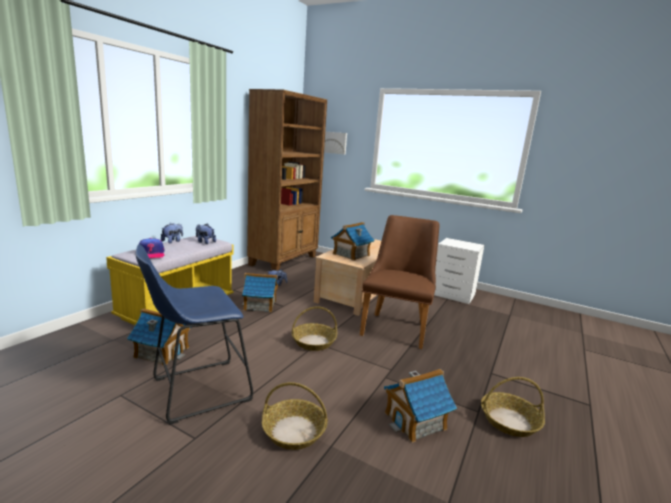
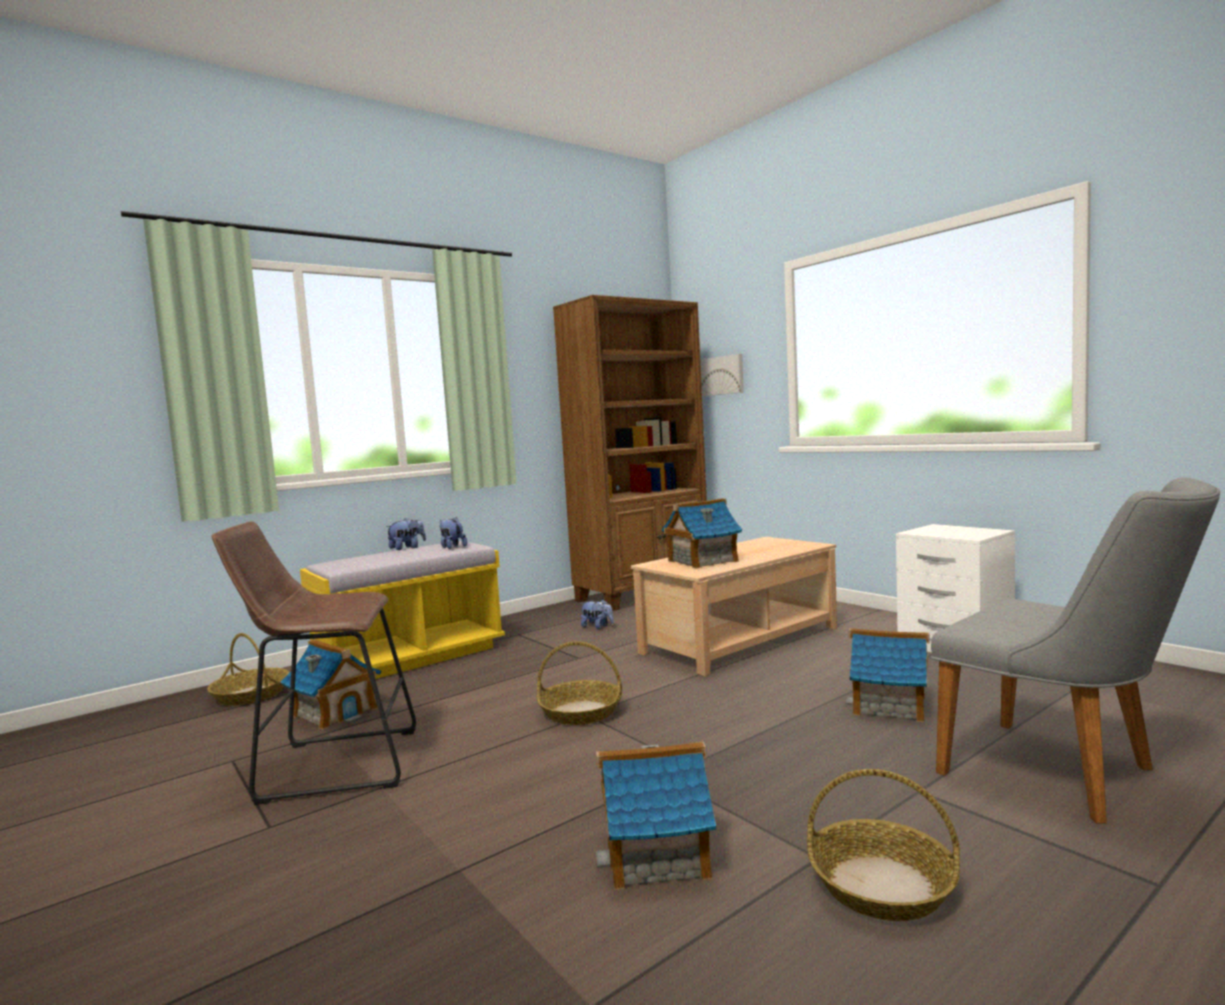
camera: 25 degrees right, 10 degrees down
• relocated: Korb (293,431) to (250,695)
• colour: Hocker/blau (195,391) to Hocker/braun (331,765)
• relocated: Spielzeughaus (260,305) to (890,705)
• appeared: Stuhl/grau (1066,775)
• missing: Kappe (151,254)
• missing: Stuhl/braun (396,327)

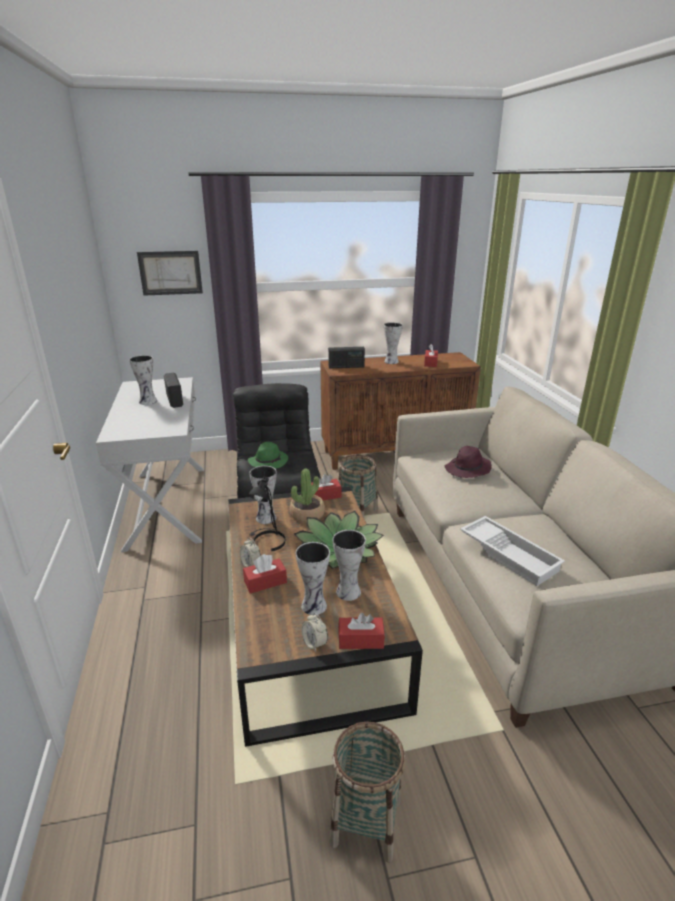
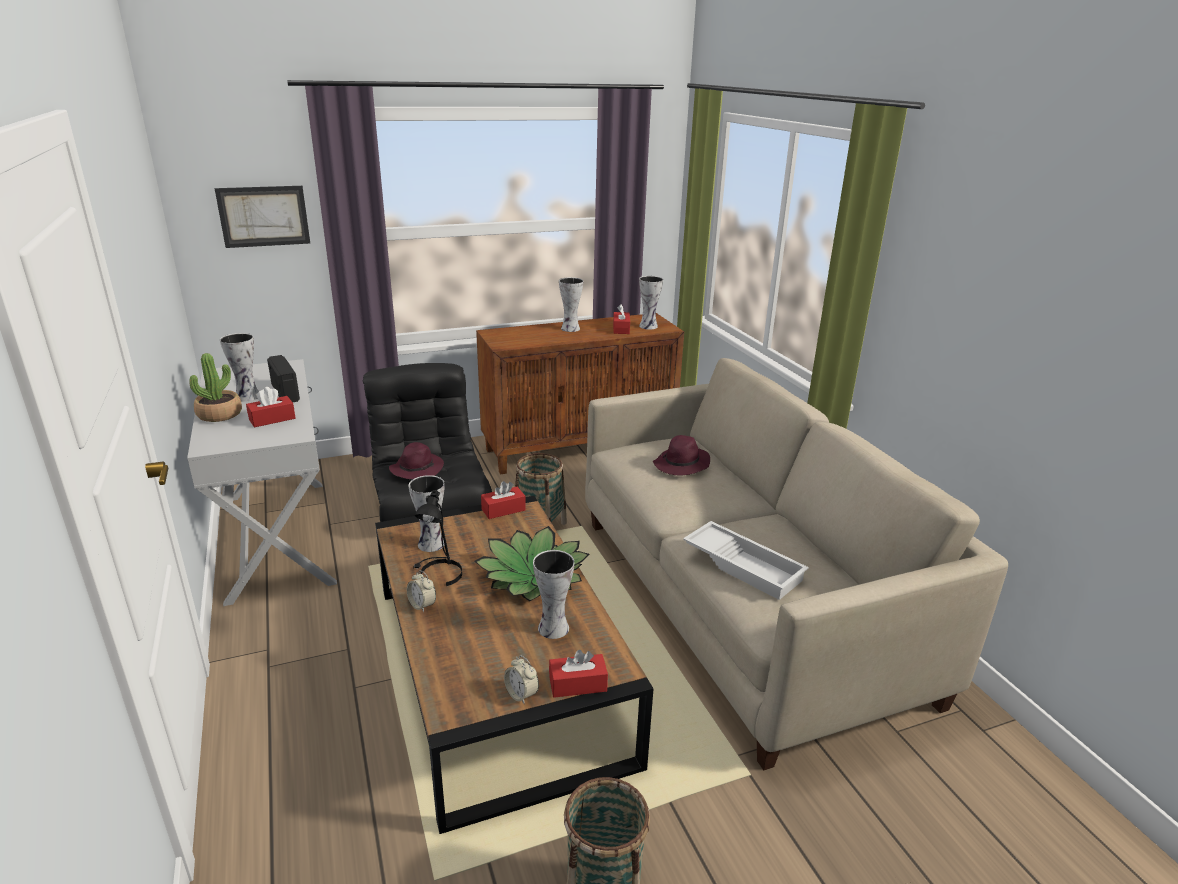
camera: 10 degrees left, 0 degrees up
• relocated: Topfpflanze (307,514) to (219,414)
• relocated: Taschentuchbox/rot (265,582) to (272,419)
• colour: Hut/grün (268,461) to Hut/lila (417,468)
• relocated: Vase (315,605) to (649,326)
• missing: Radio (346,366)

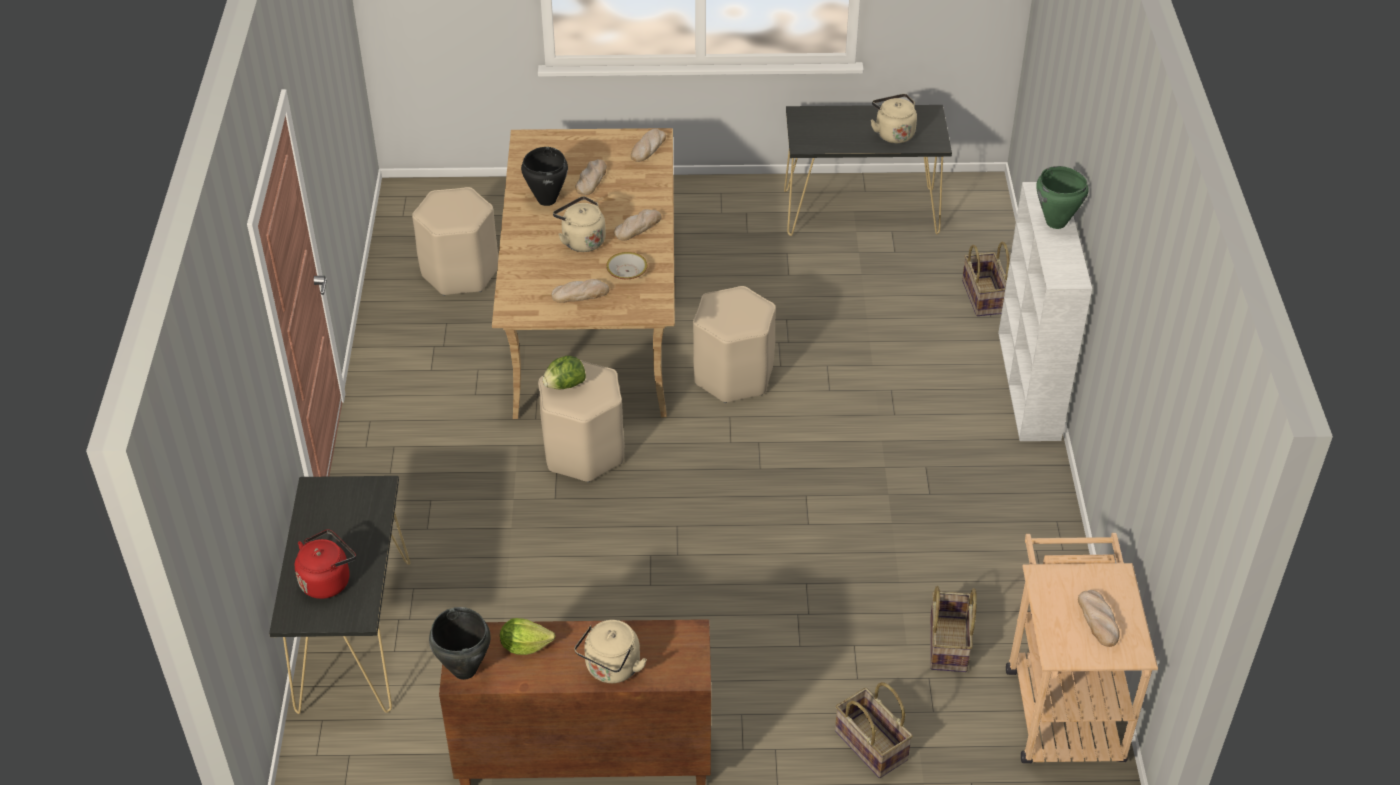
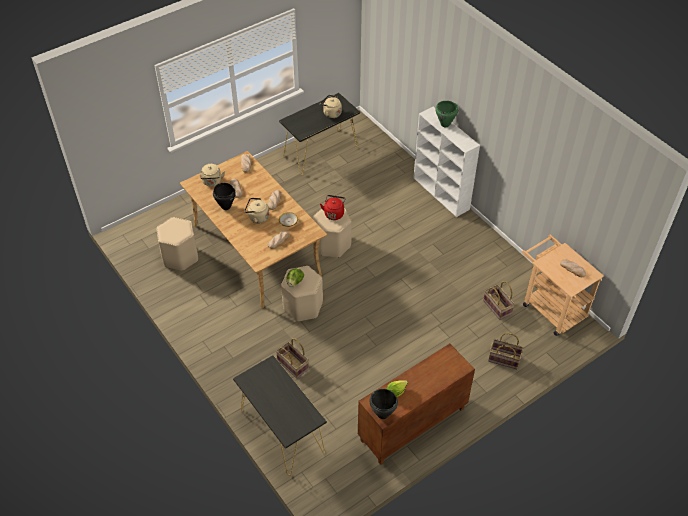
camera: 35 degrees left, 5 degrees up
• relocated: Wasserkessel/beige (611,669) to (212,182)
• relocated: Korb (984,297) to (293,365)
• relocated: Wasserkessel/rot (328,580) to (334,213)

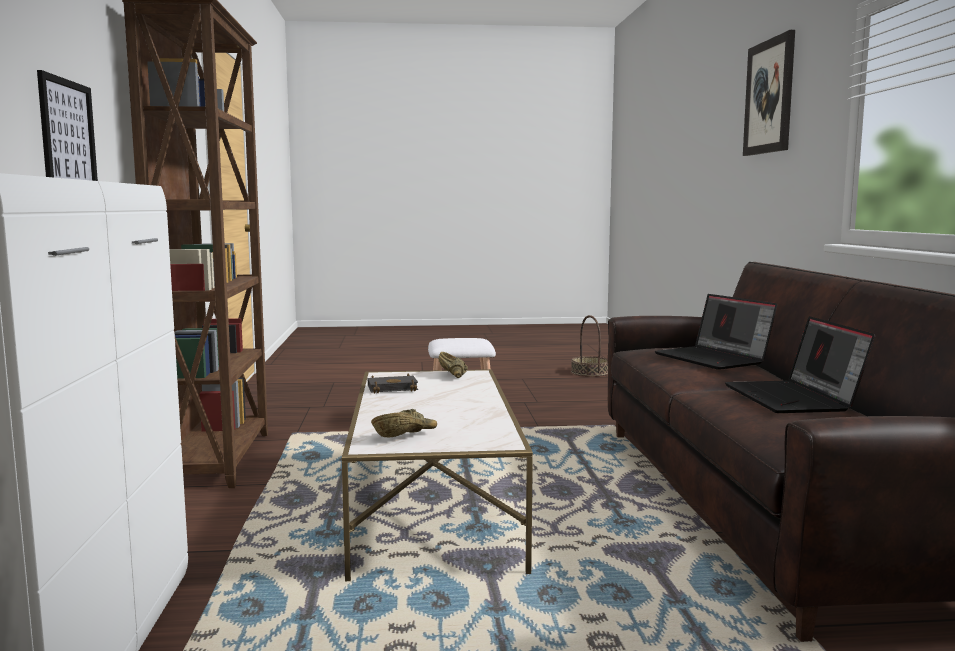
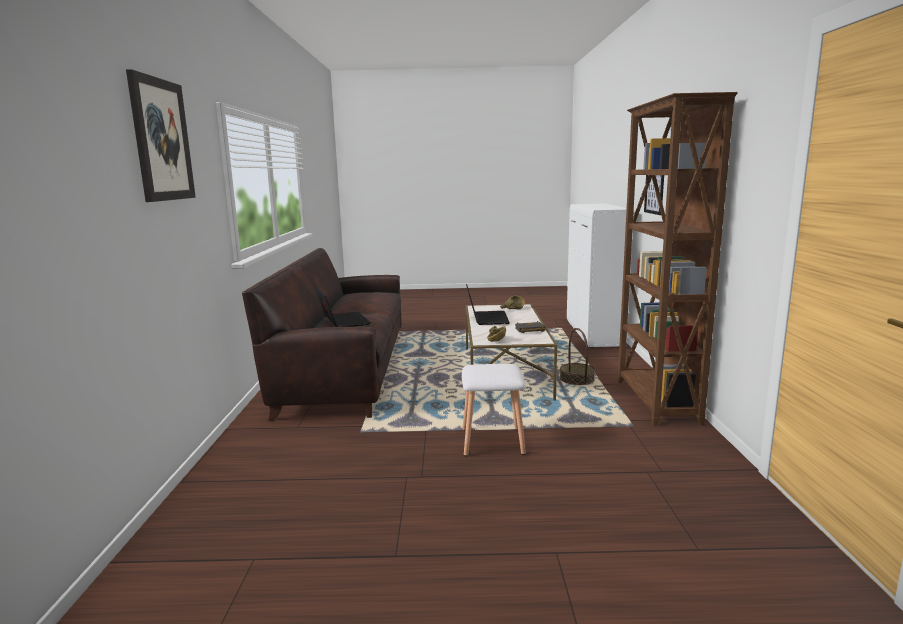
camera: 175 degrees left, 5 degrees up
• relocated: Laptop (794,399) to (486,318)
• relocated: Korb (589,372) to (577,380)

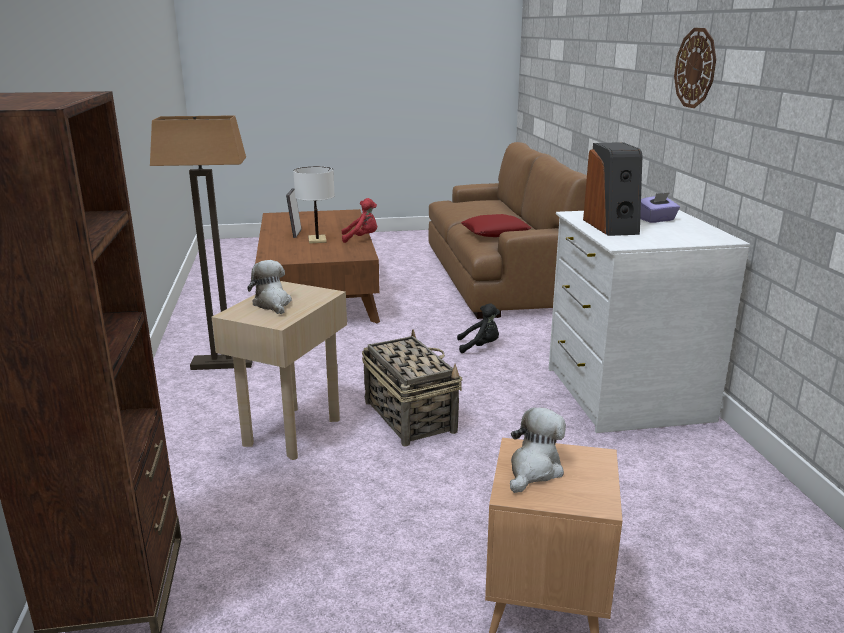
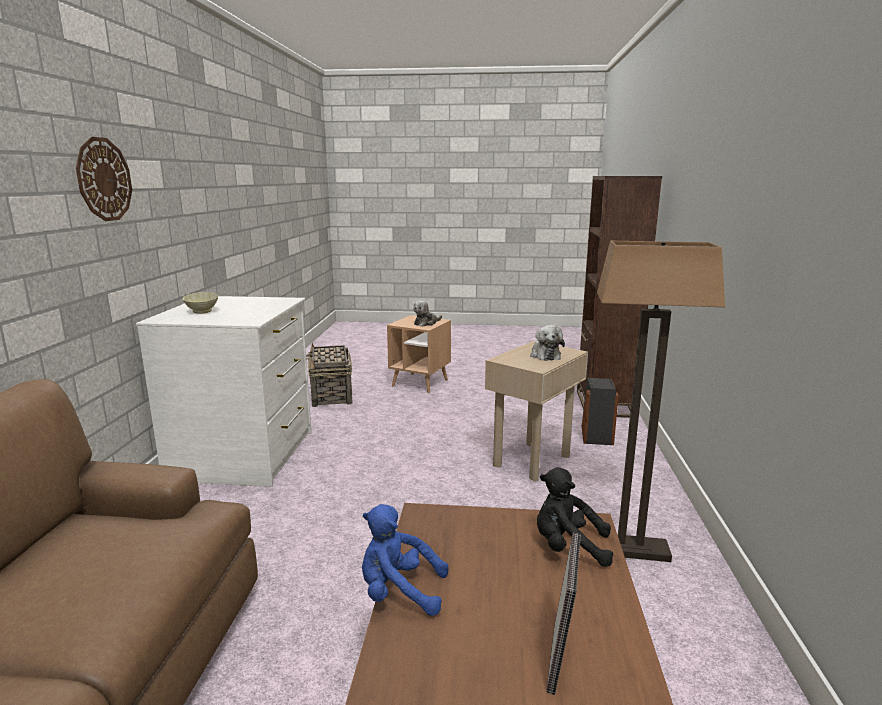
camera: 165 degrees left, 5 degrees down
• exchanged: Taschentuchbox/lila (657,220) to Schüssel/beige (201,312)
• relocated: Korb (409,416) to (331,394)
• colour: Plüschtier/rot (361,238) to Plüschtier/blau (399,592)
• relocated: Plüschtier/schwarz (480,346) to (568,547)
• relocated: Lautsprecher (611,226) to (595,434)
• missing: Tischlampe/weiß (317,240)
• missing: Kissen/rot (495,232)

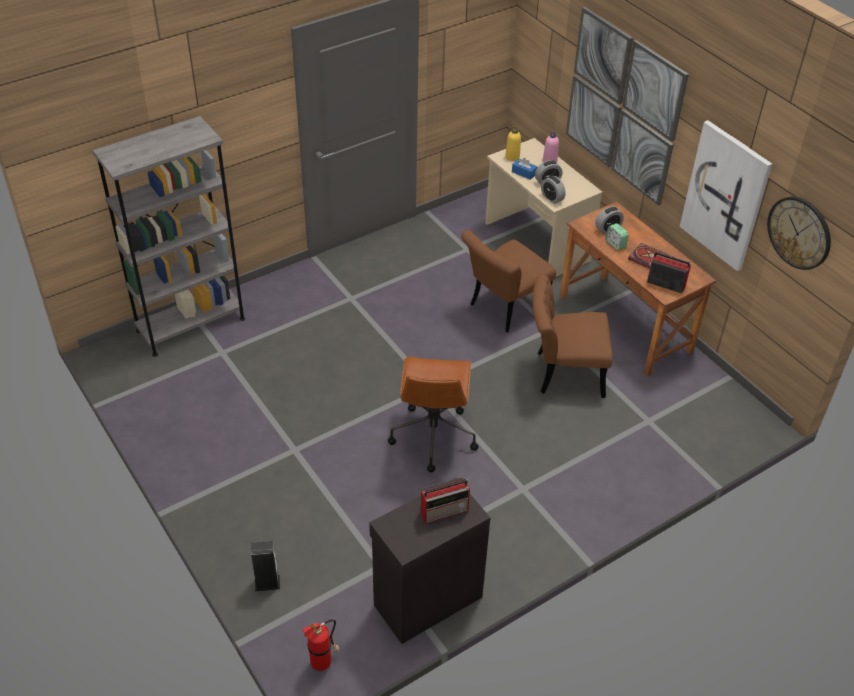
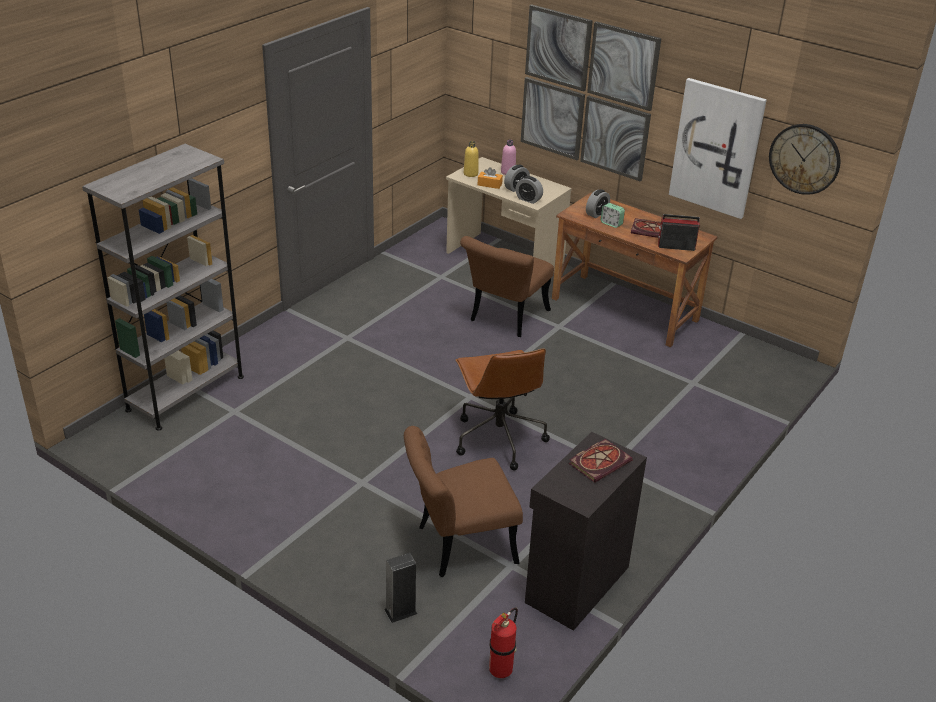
camera: 20 degrees left, 10 degrees down
• relocated: Stuhl/braun (563,373) to (457,545)
• colour: Taschentuchbox/blau (524,173) to Taschentuchbox/orange (489,184)
• exchanged: Radio (445,511) to Buch (600,461)

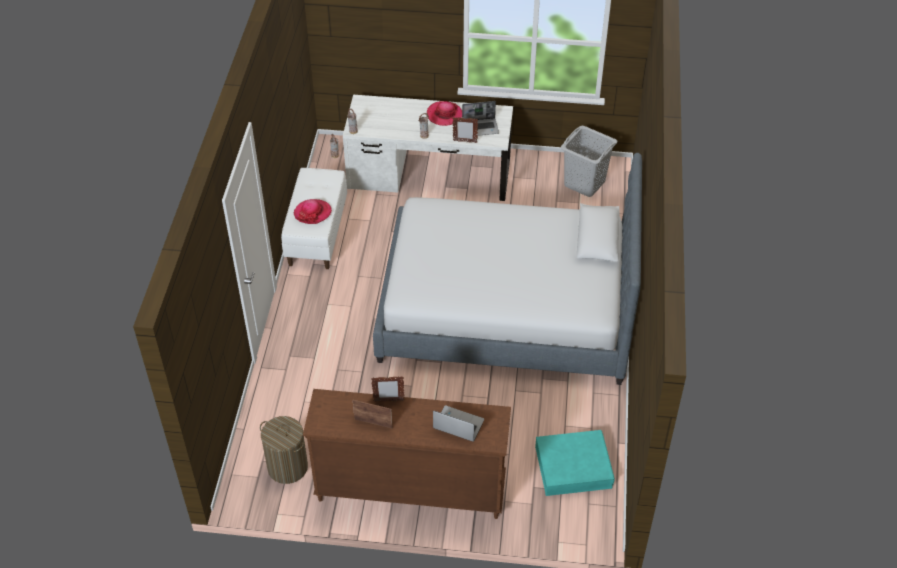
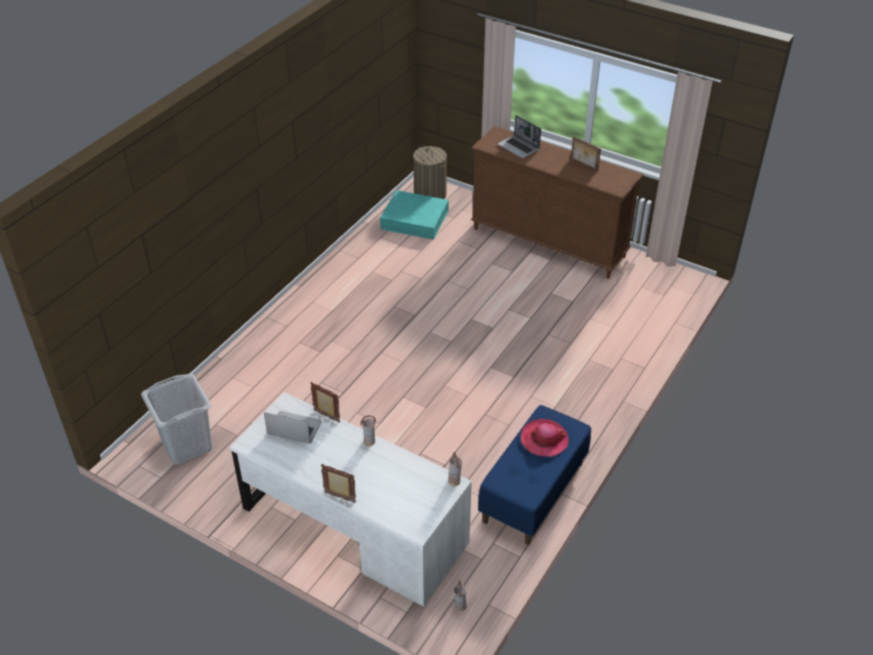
camera: 155 degrees left, 5 degrees down
• relocated: Bilderrahmen (388,400) to (340,498)
• relocated: Wäschekorb (287,467) to (430,195)
• colour: Bank/weiß (317,233) to Bank/blau (533,493)
• missing: Bett (505,308)
• missing: Hut (444,115)

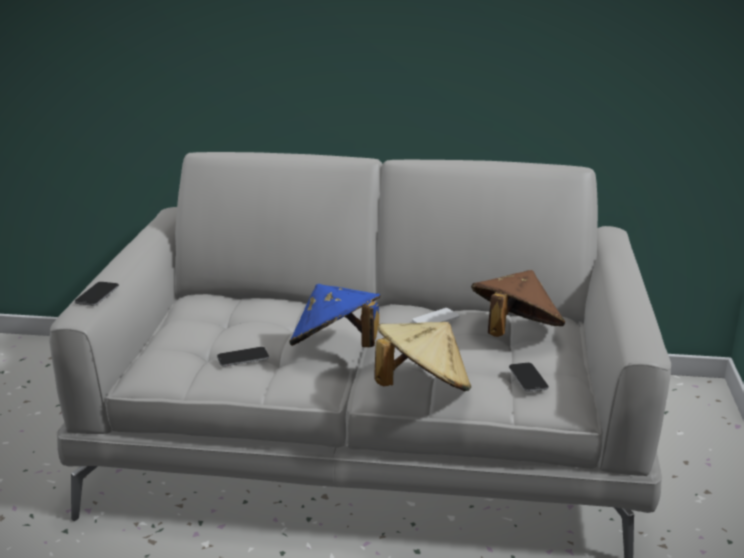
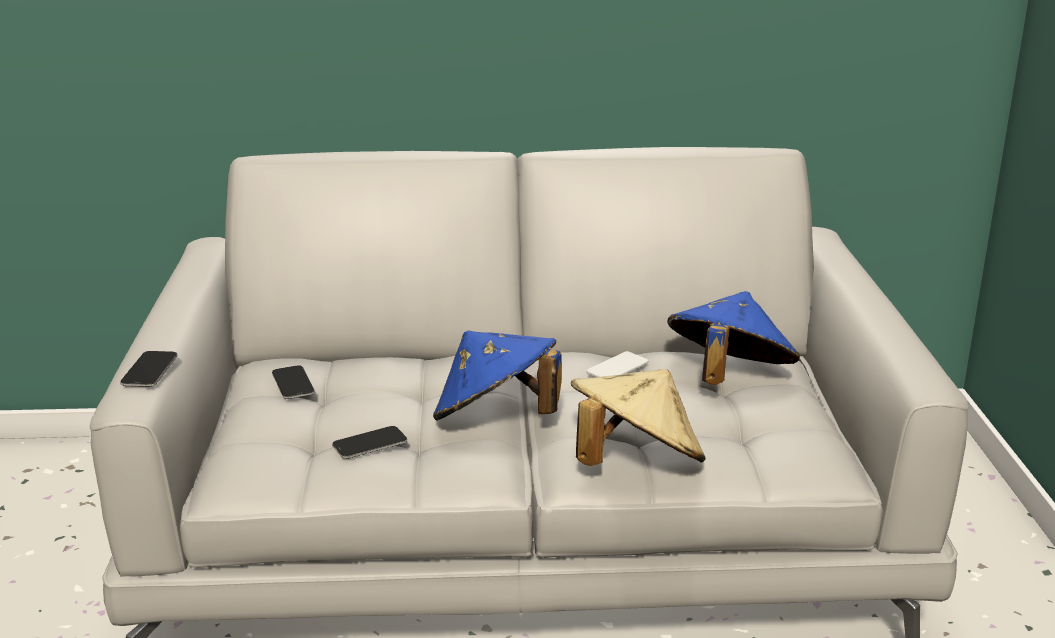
camera: 10 degrees left, 0 degrees up
• relocated: Handy (528,378) to (293,384)
• colour: Hut/braun (514,333) to Hut/blau (728,378)

